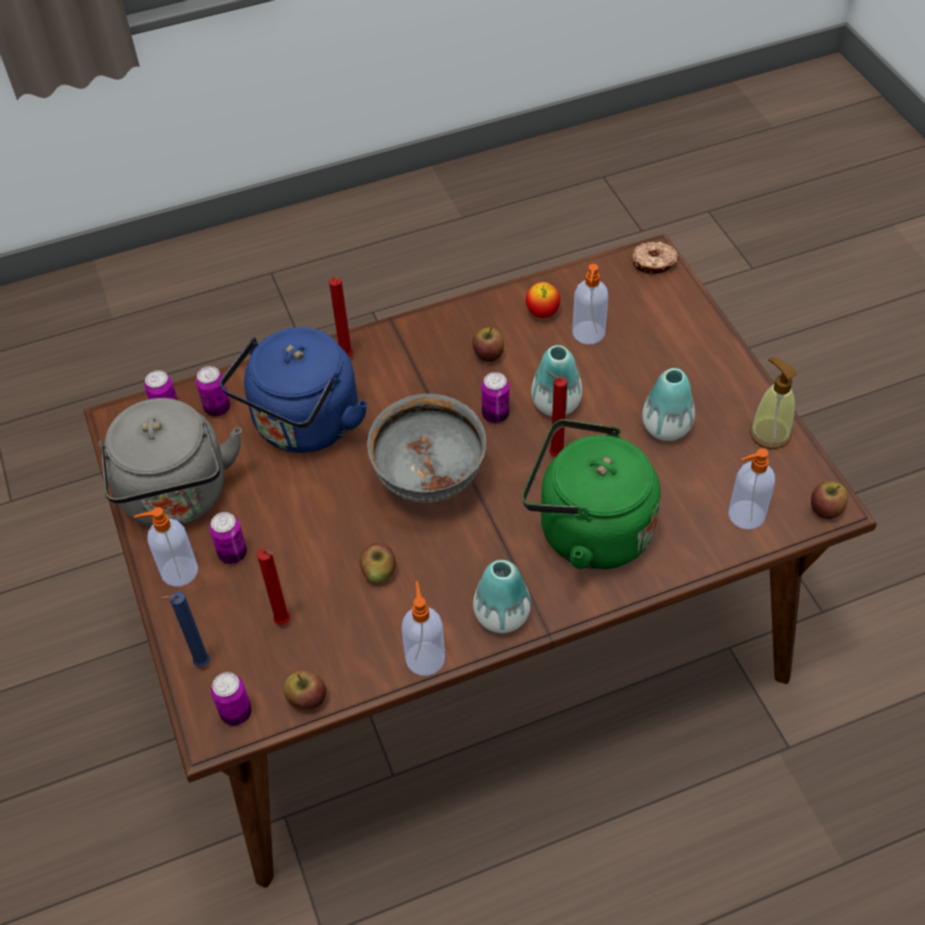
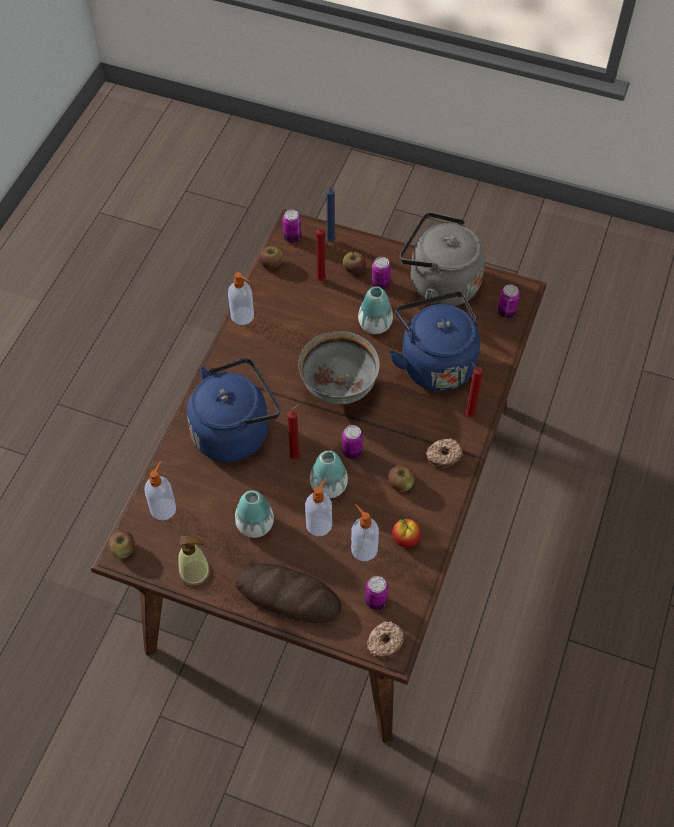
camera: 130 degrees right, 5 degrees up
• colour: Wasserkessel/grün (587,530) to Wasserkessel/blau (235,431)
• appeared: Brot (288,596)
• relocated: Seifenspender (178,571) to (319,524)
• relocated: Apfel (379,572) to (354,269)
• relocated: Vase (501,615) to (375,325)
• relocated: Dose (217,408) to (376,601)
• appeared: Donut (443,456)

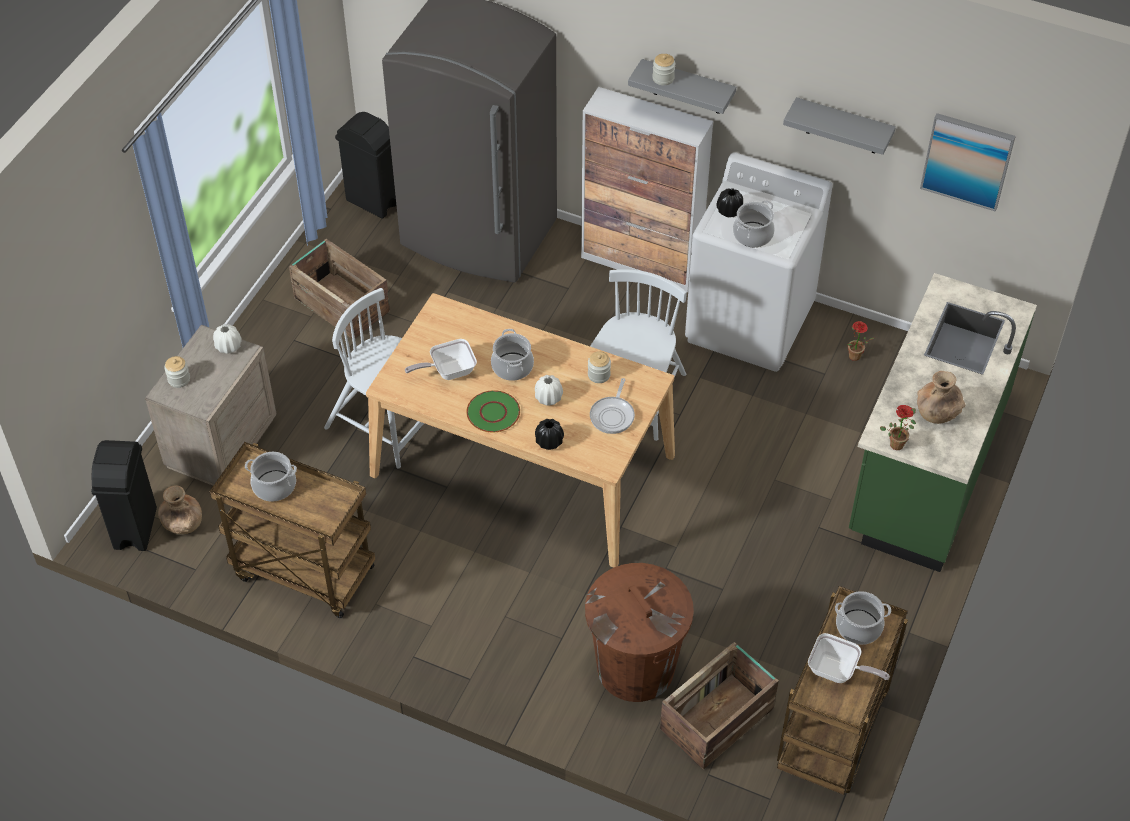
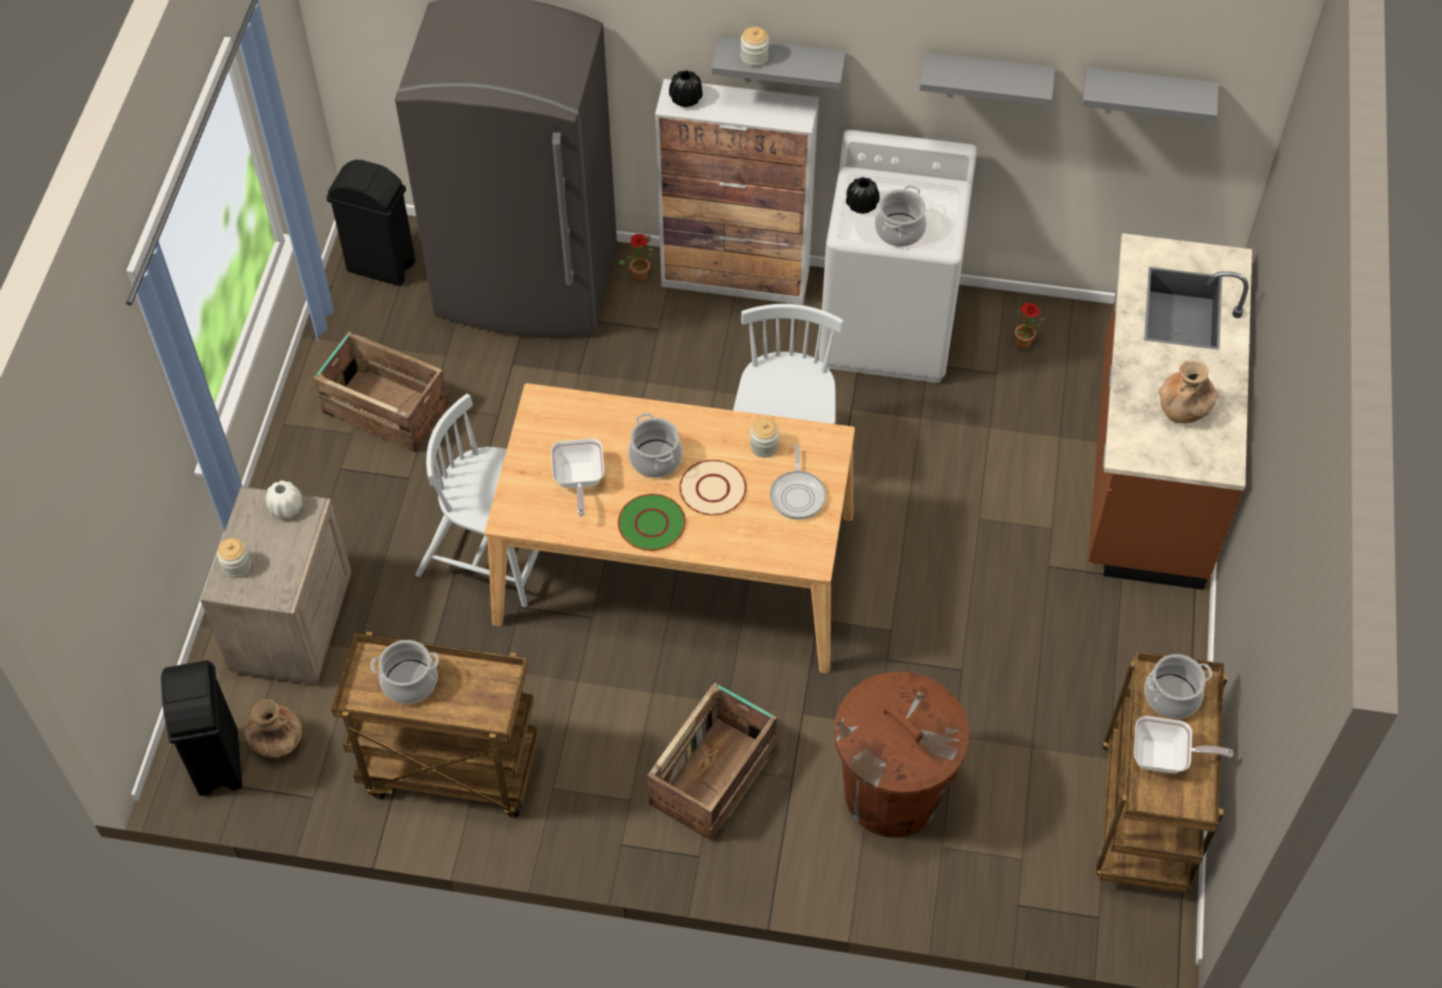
camera: 15 degrees left, 5 degrees up
• spun: Pfanne (448,371) = (578,481) 60 degrees counterclockwise
• relocated: Topfpflanze (897,442) to (640,274)
• relocated: Kiste (718,718) to (714,775)
• relocated: Vase/schwarz (549,441) to (686,99)
• exchanged: Vase/weiß (548,398) to Teller/beige (712,489)
• exchanged: Bild (967,160) to Wandregal/grau (1147,93)
• colour: Küchenzeile/grün (925,468) to Küchenzeile/braun (1147,465)

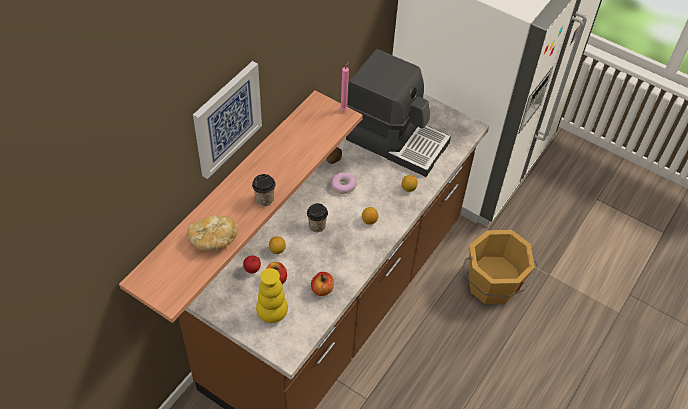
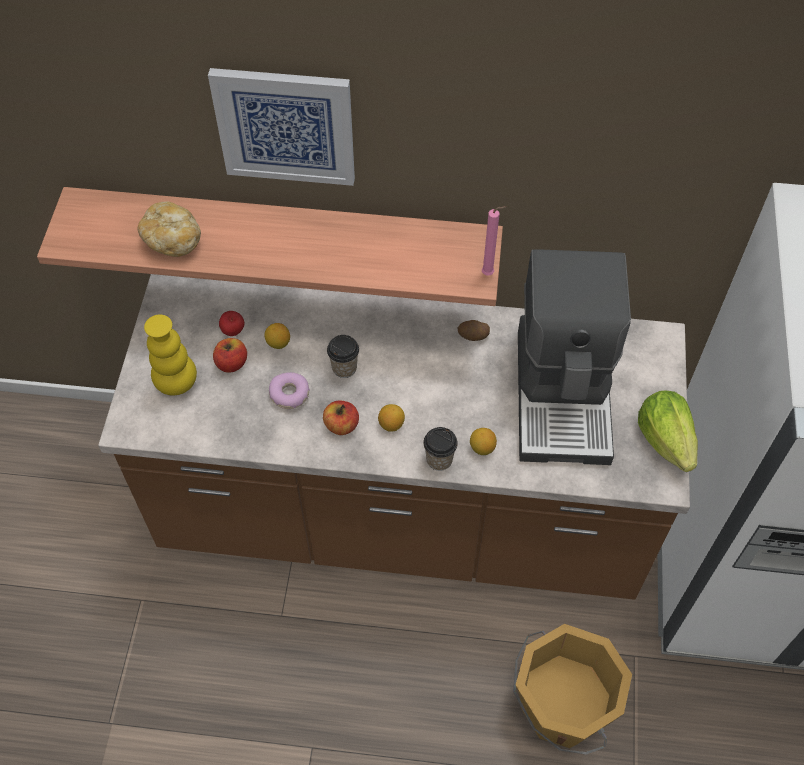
camera: 65 degrees right, 5 degrees up
• relocated: Donut (343,186) to (289,394)
• relocated: Apfel (322,289) to (341,425)
• relocated: Tasse (264,199) to (439,460)
• appeared: Salatkopf (665,440)

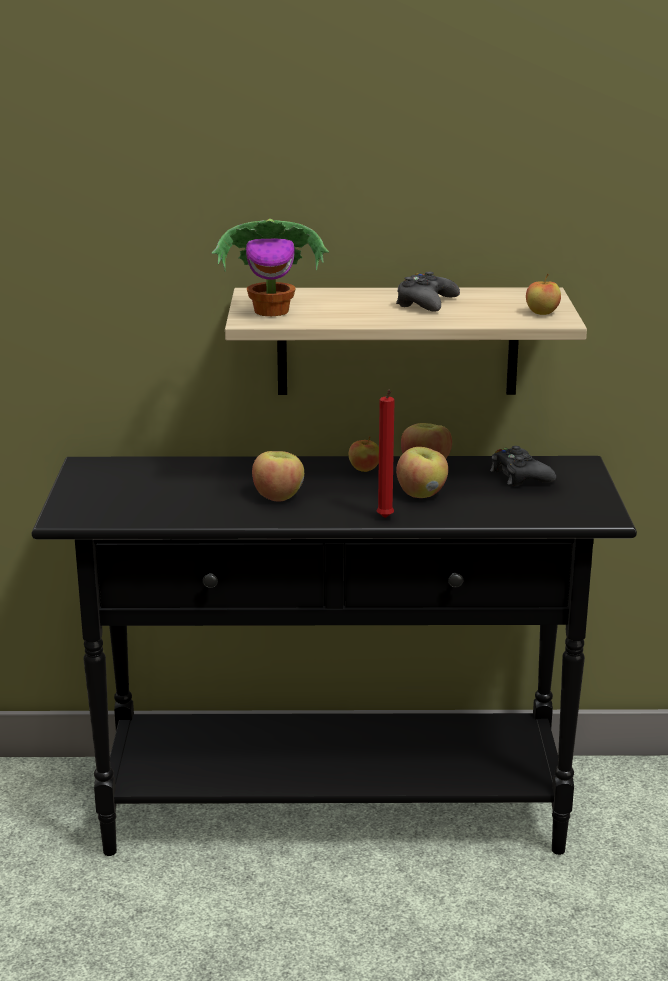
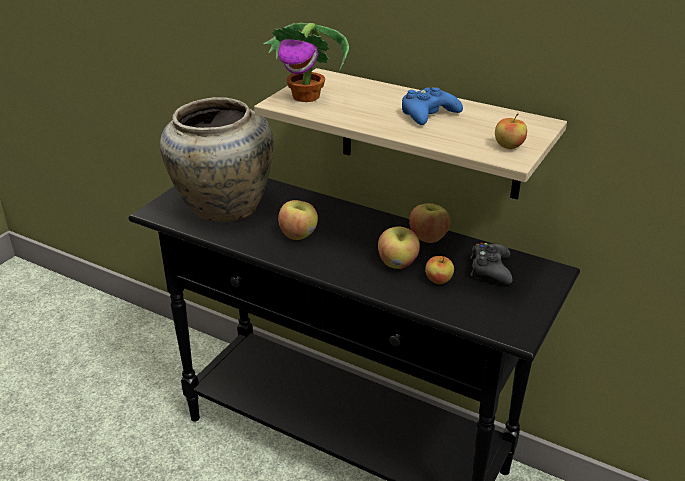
camera: 30 degrees right, 10 degrees up
• appeared: Vase/beige (222,206)
• colour: Gamepad/schwarz (426,303) to Gamepad/blau (428,114)
• relocated: Apfel (364,469) to (438,280)
• missing: Kerze/rot (385,519)

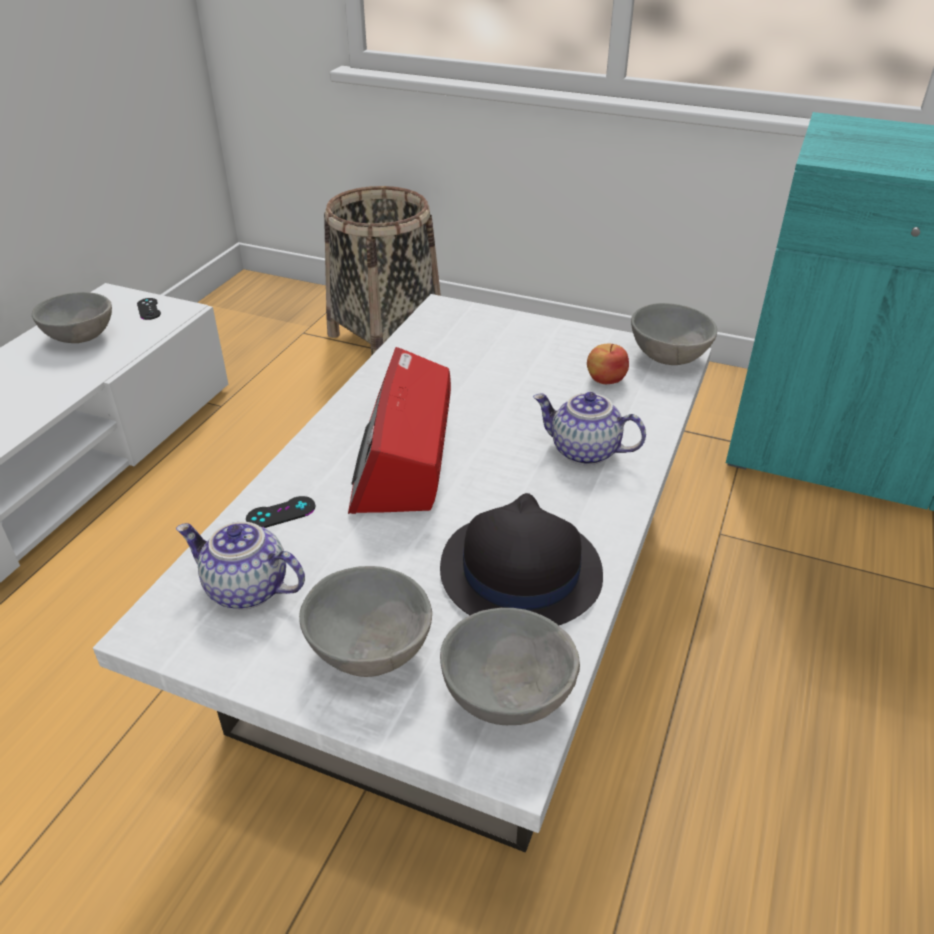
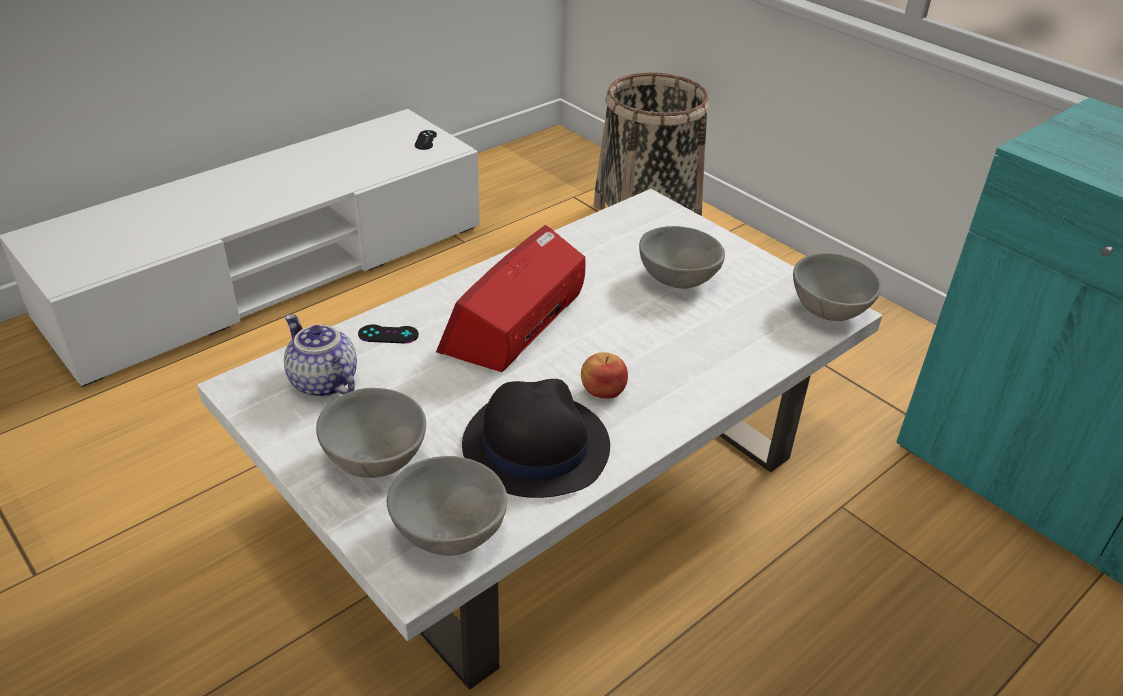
camera: 25 degrees right, 0 degrees up
• relocated: Apfel (605,379) to (603,390)
• relocated: Schüssel/grau (80,337) to (677,278)
• missing: Teekanne (583,452)

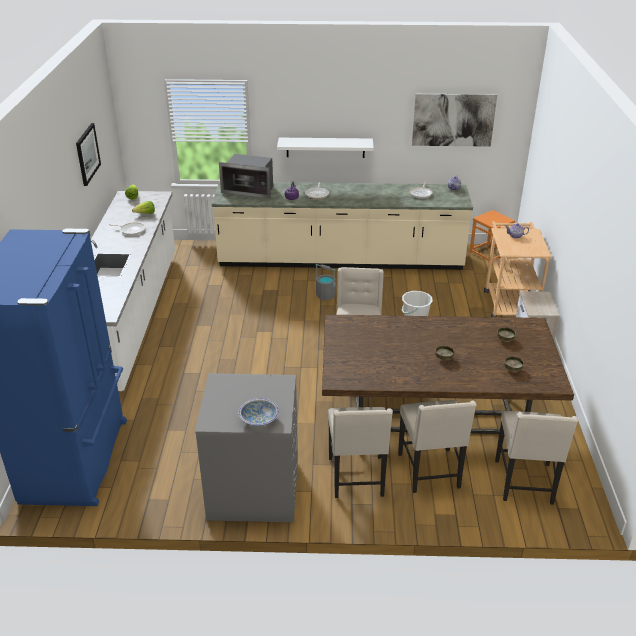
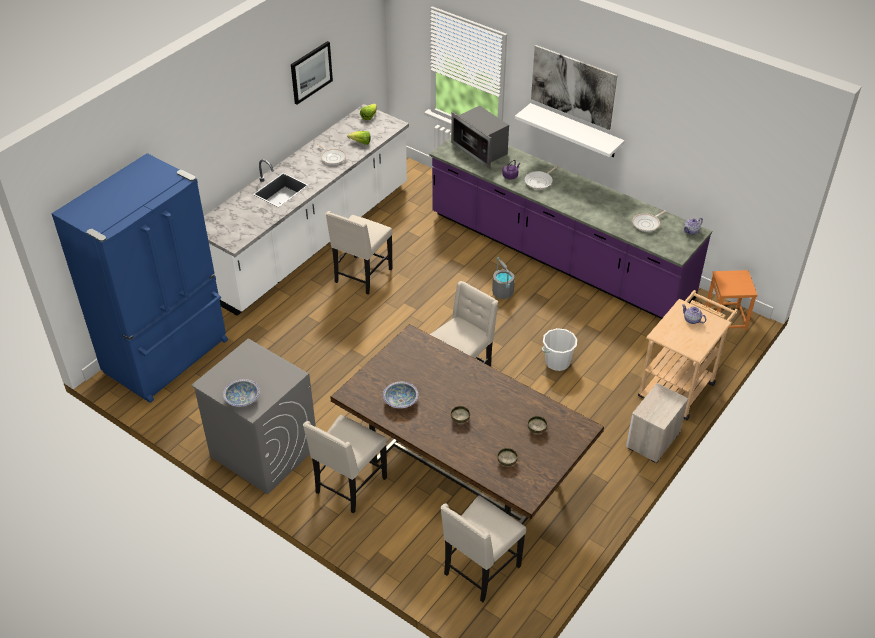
camera: 35 degrees right, 10 degrees up
• relocated: Stuhl/beige (430,472) to (362,276)
• appeared: Schüssel (400,400)
• colour: Küchenzeile/beige (340,260) to Küchenzeile/lila (558,257)
• relocated: Bild (453,120) to (573,86)

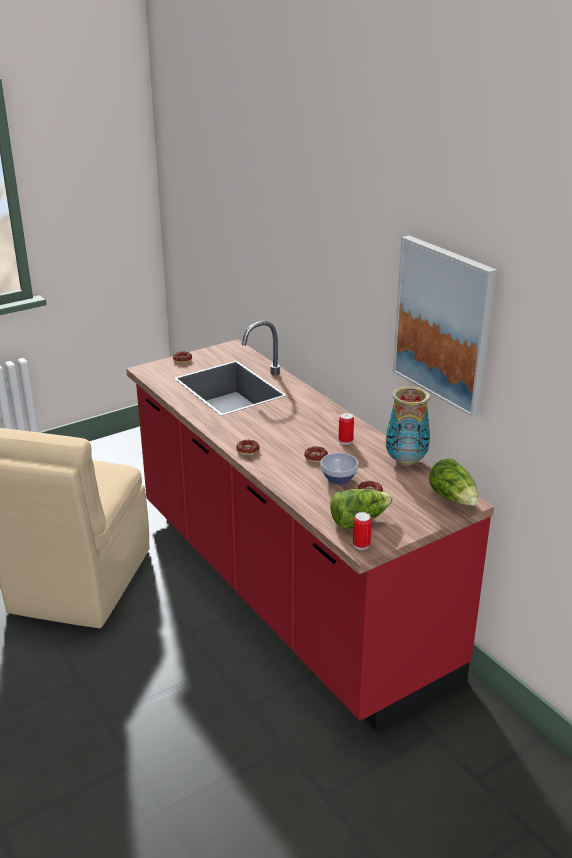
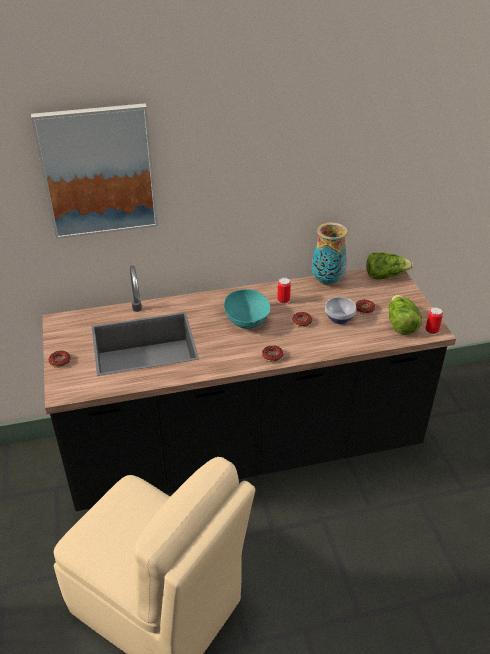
camera: 70 degrees left, 10 degrees up
• relocated: Bild (444,324) to (98,171)
• colour: Küchenzeile/rot (286,589) to Küchenzeile/schwarz (245,449)
• appeared: Schüssel/türkis (247,321)

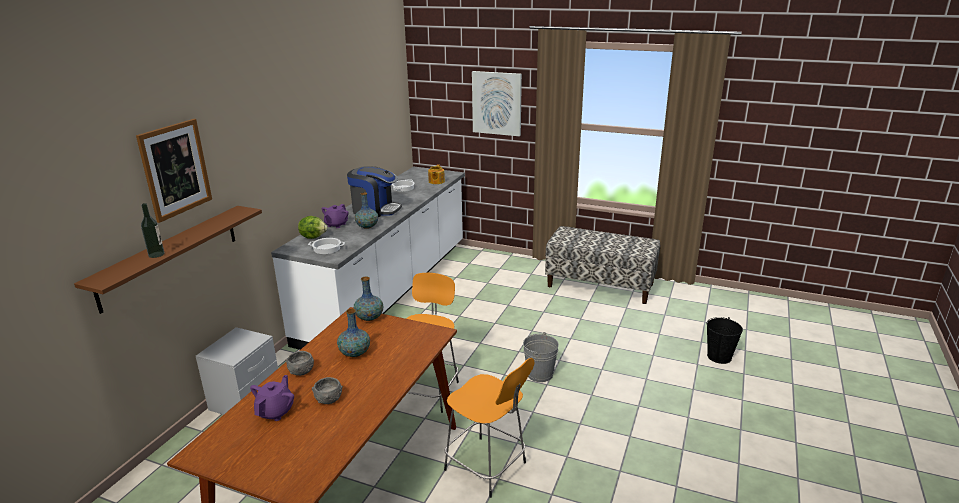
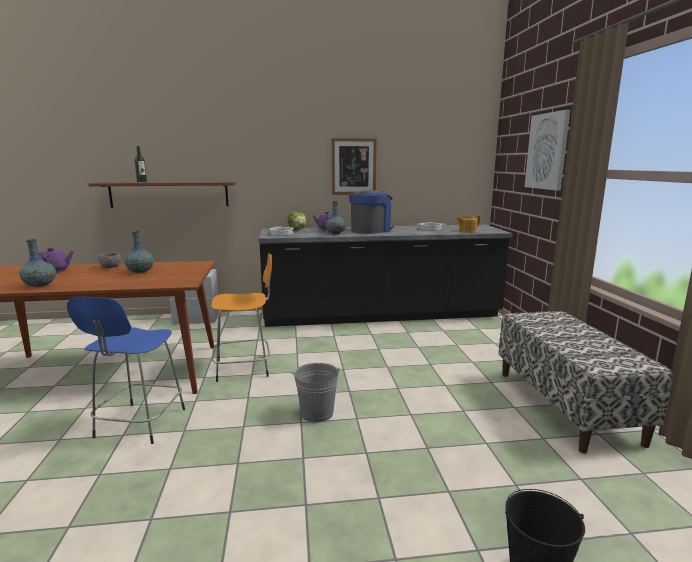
camera: 60 degrees right, 10 degrees down
• relocated: Vase (369,317) to (40,285)
• colour: Hocker/orange (487,467) to Hocker/blau (139,424)
• colour: Küchenzeile/weiß (389,290) to Küchenzeile/schwarz (381,315)
• relocated: Bild (175,169) to (353,166)
• spun: Kaffeemaschine (375,210) = (371,230) 120 degrees counterclockwise
• missing: Schüssel/grau (328,399)

